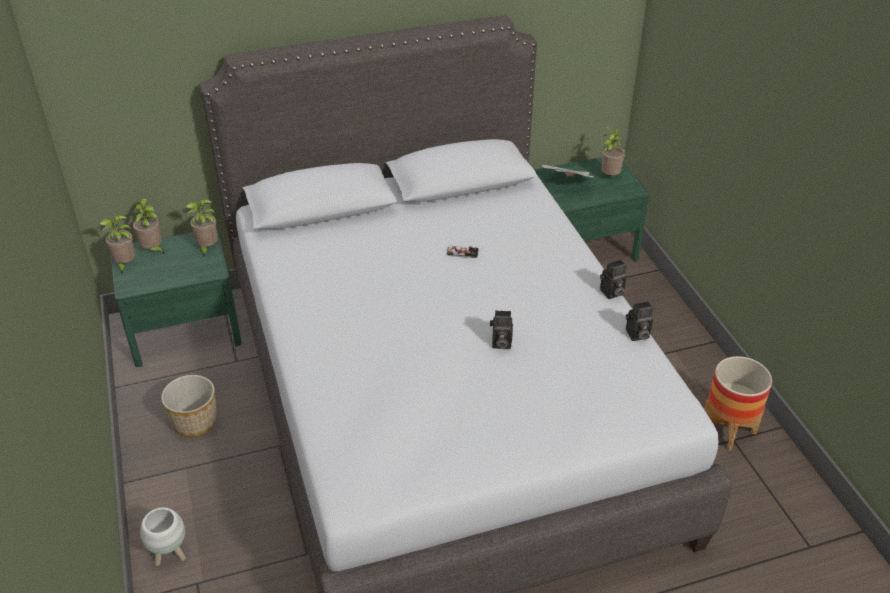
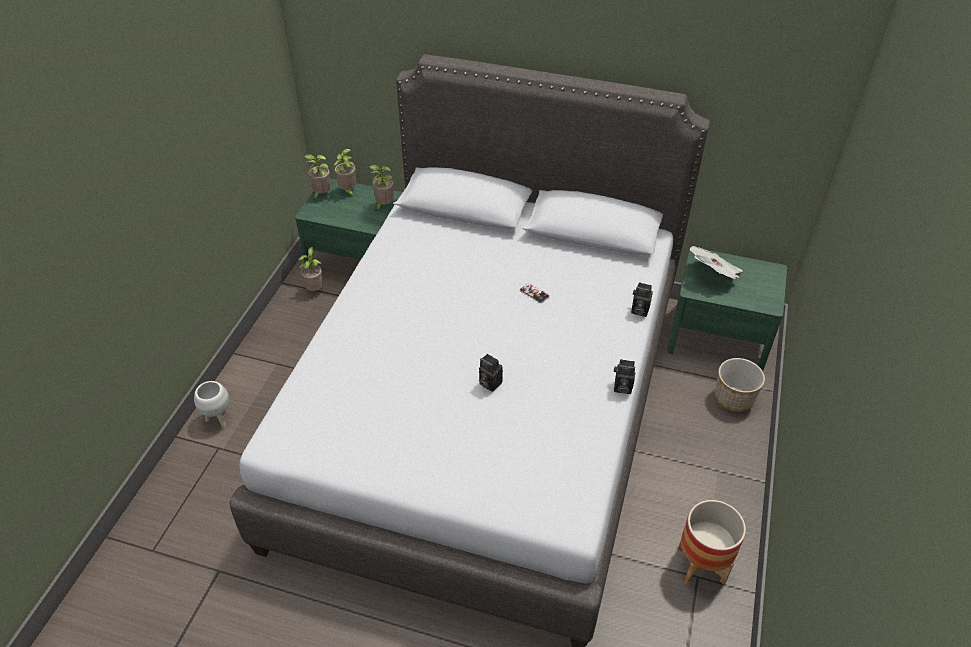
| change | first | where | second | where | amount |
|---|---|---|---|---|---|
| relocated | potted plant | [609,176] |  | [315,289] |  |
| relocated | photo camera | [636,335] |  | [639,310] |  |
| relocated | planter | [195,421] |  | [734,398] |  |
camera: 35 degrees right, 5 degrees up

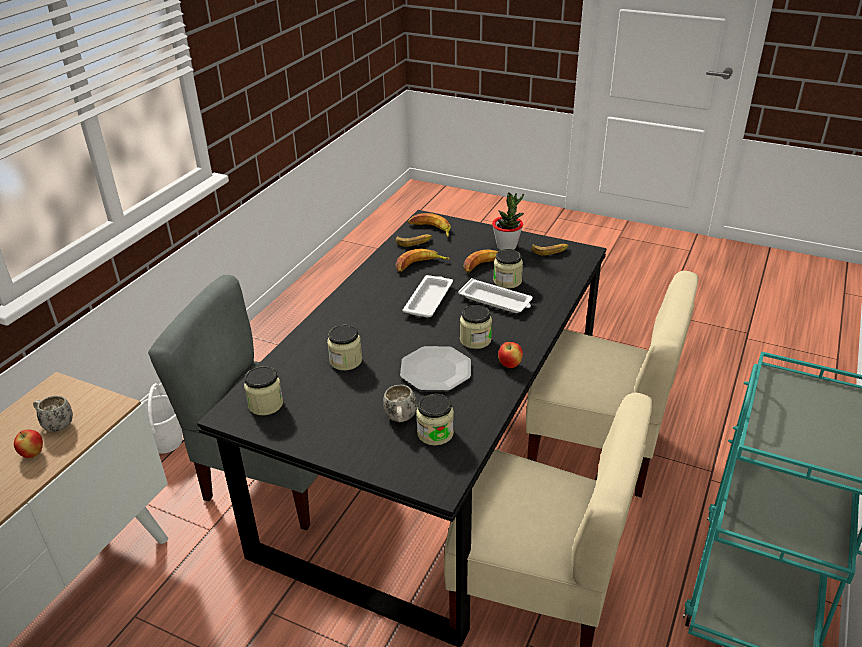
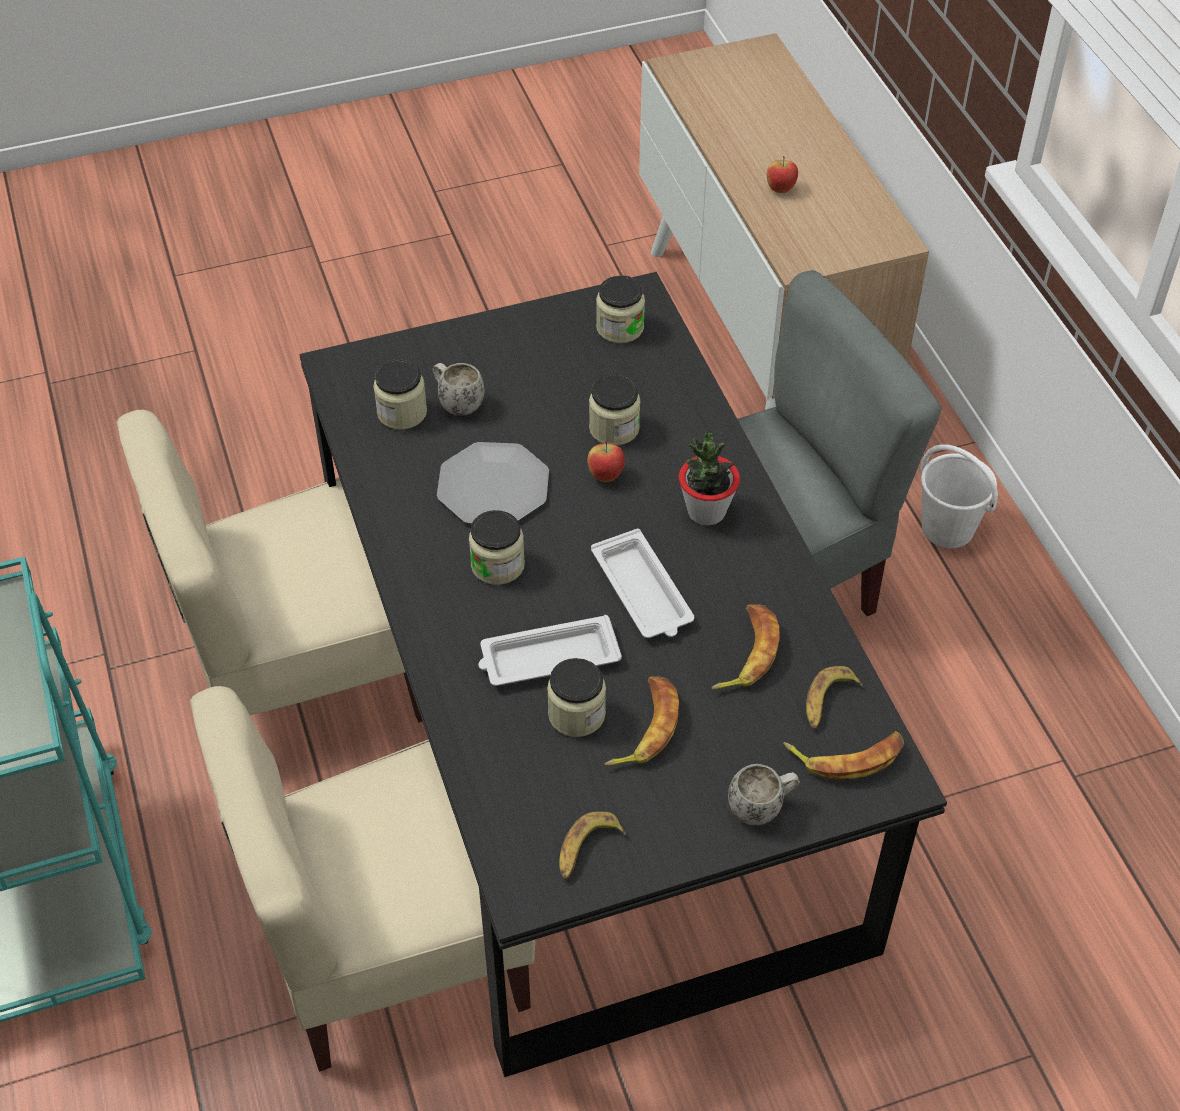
| change | first | where | second | where | amount |
|---|---|---|---|---|---|
| relocated | potted plant | [506,246] |  | [706,512] |  |
| relocated | apple | [510,365] |  | [606,476] |  |
| relocated | mug/white | [55,424] |  | [762,807] |  |
camera: 135 degrees right, 15 degrees up

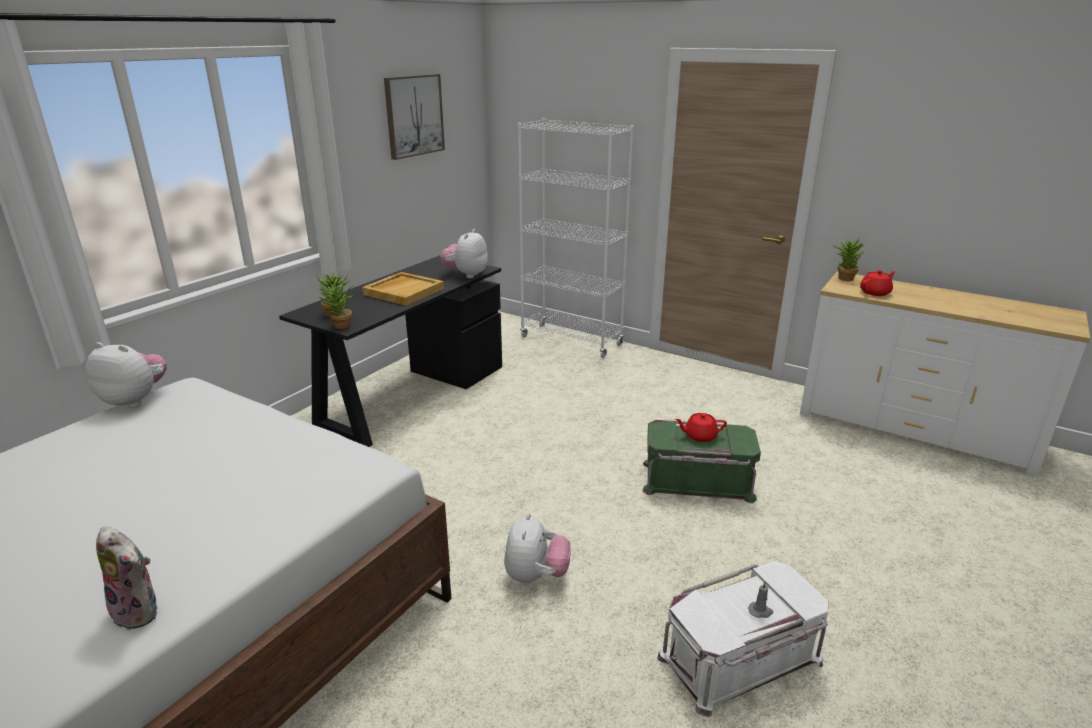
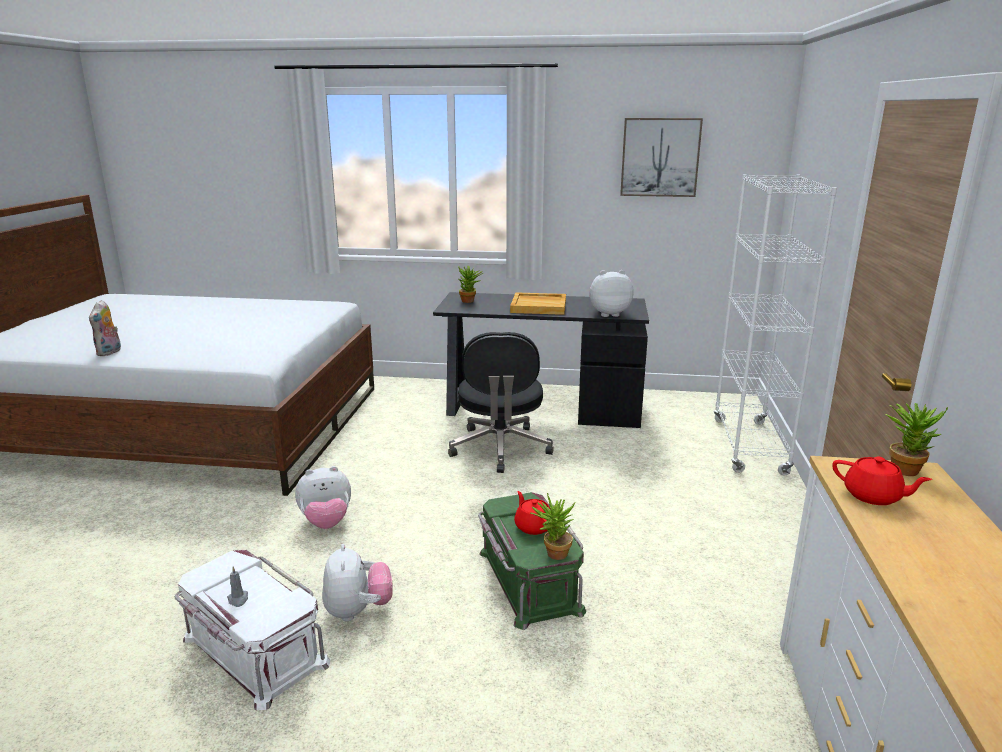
| change | first | where | second | where | amount |
|---|---|---|---|---|---|
| relocated | potted plant | [340,327] |  | [553,554] |  |
| relocated | plush toy | [135,400] |  | [358,611] |  |
| appeared |  |  | office chair/black | [500,449] |  |
camera: 65 degrees right, 5 degrees down

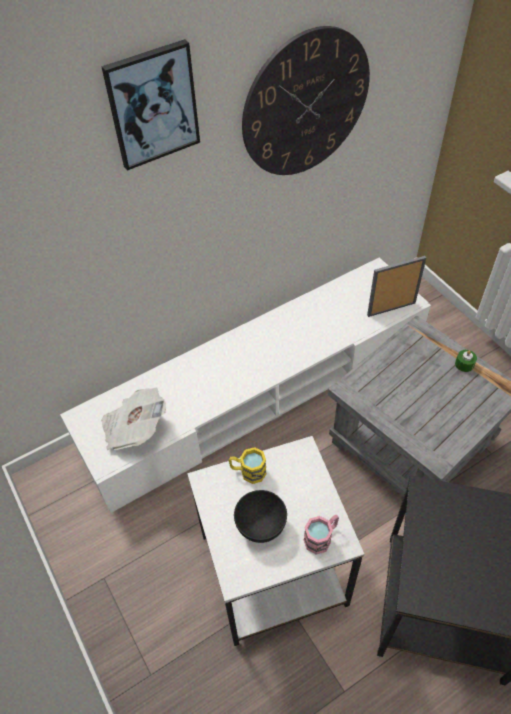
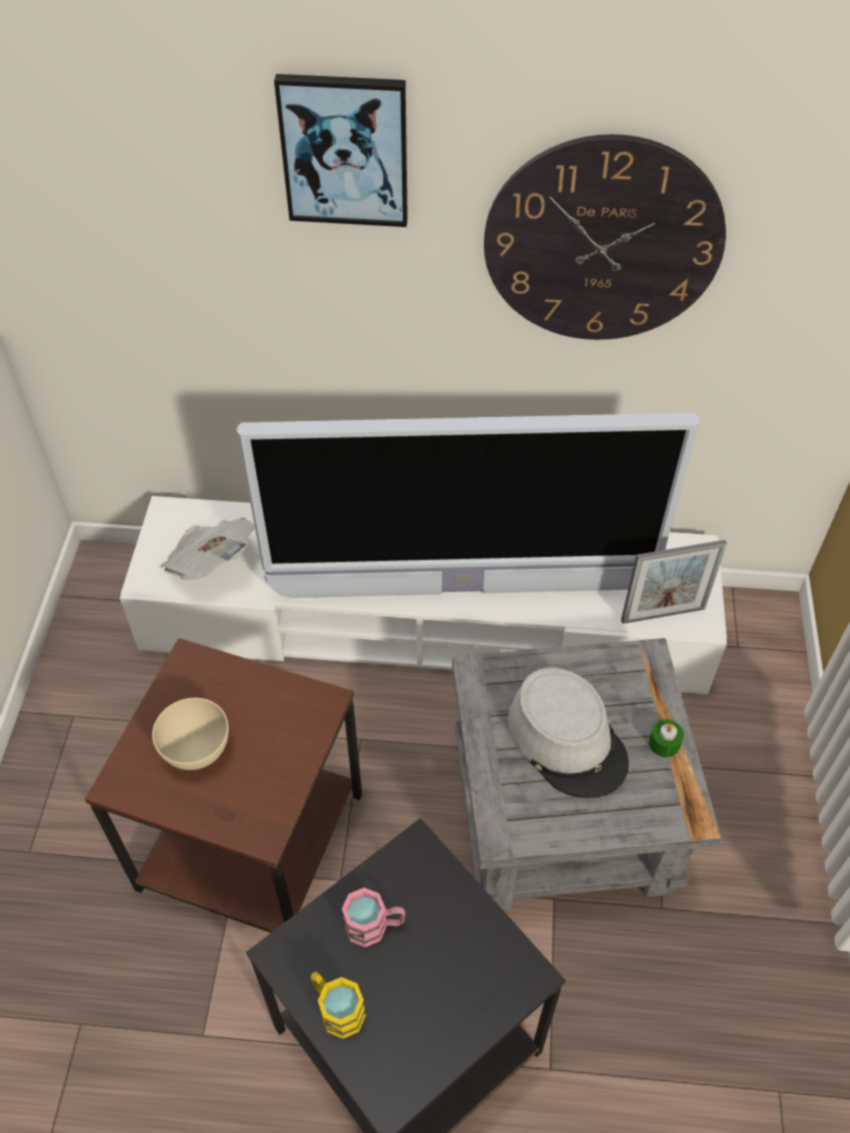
| change | first | where | second | where | amount |
|---|---|---|---|---|---|
| spun | picture frame | [391,309] |  | [663,614] | 150 degrees clockwise |
| colour | side table/white | [272,571] | side table/brown | [248,843] |  |
| relocated | mug/yellow | [248,472] |  | [336,1008] |  |
| colour | bowl/black | [261,526] | bowl/beige | [197,750] |  |
| relocated | mug/pink | [321,537] |  | [375,926] |  |
| appeared |  |  | television | [461,589] |  |
| appeared |  |  | hat/grey | [567,740] |  |
camera: 35 degrees right, 0 degrees up

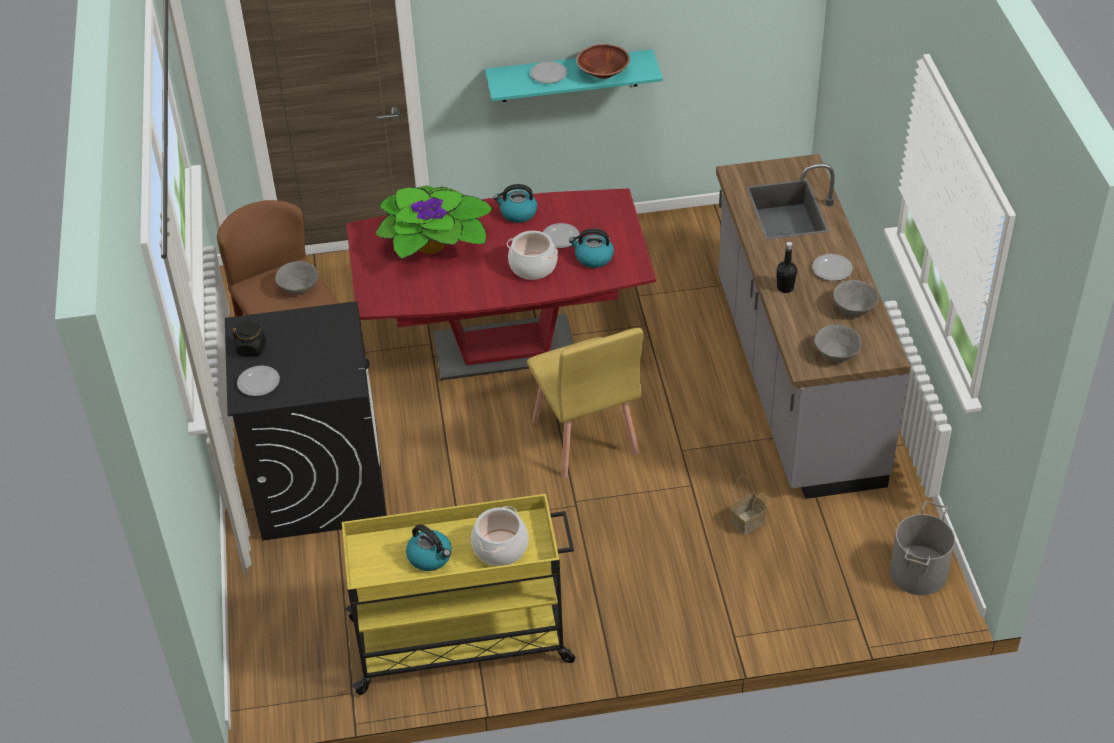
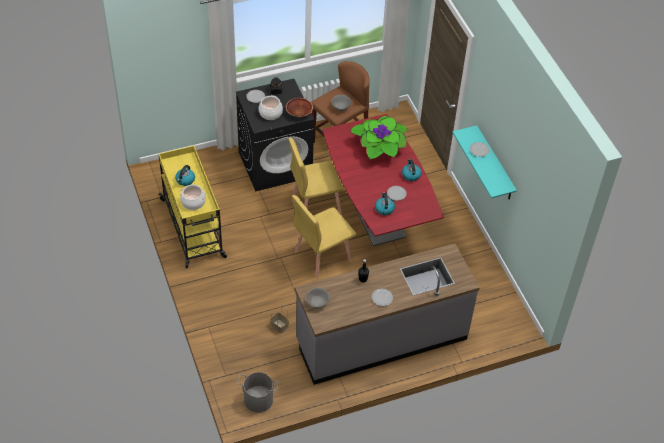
| change | first | where | second | where | amount |
|---|---|---|---|---|---|
| relocated | bowl/brown | [603,72] |  | [299,113] |  |
| relocated | cooking pot | [532,266] |  | [270,113] |  |
| missing | bowl/grey | [853,309] |  |  |  |
| appeared |  |  | chair/yellow | [316,205] |  |
camera: 75 degrees right, 5 degrees up

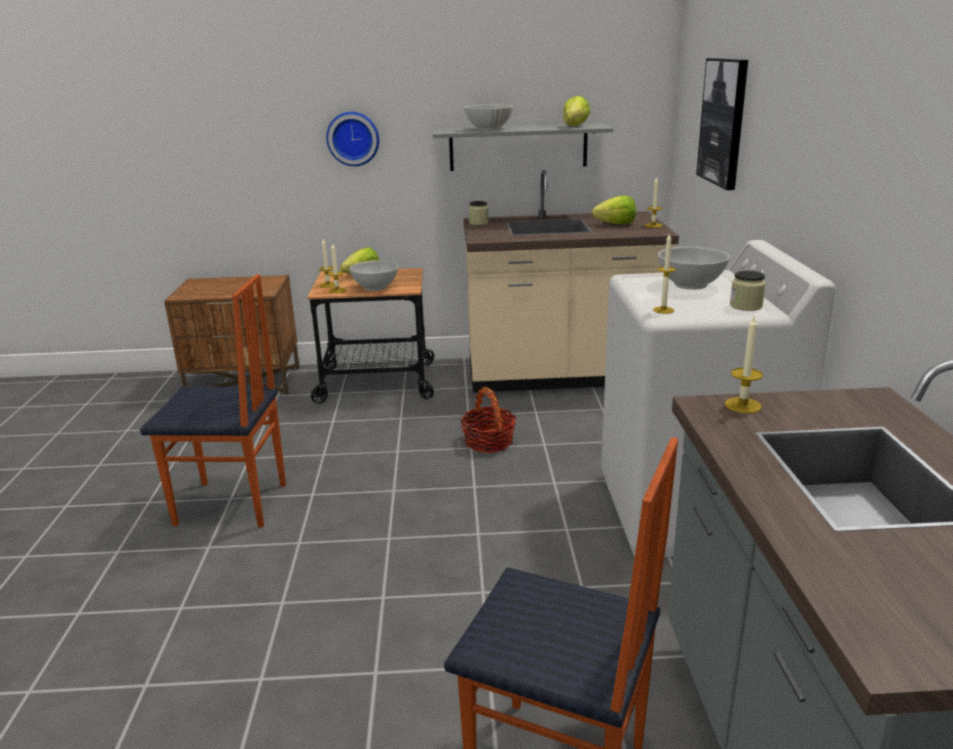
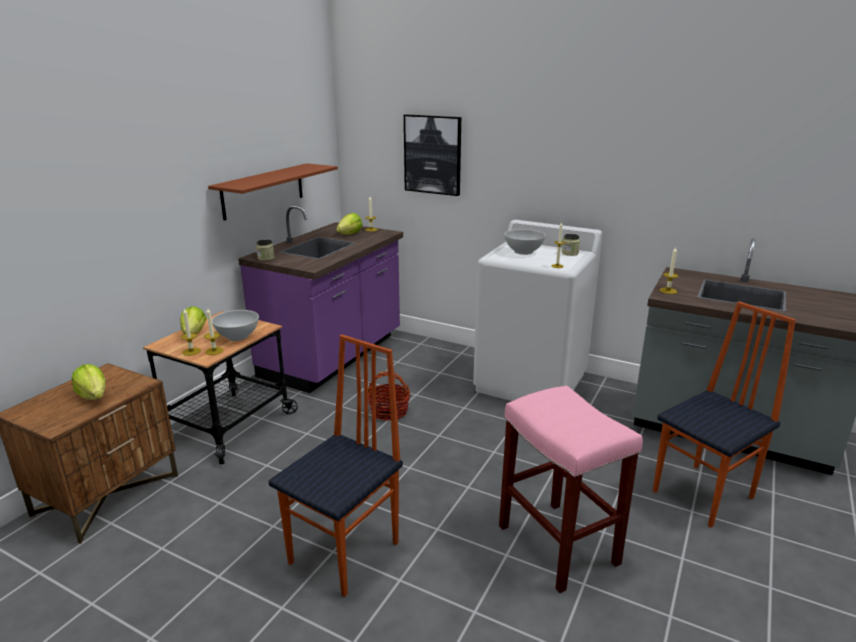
| change | first | where | second | where | amount |
|---|---|---|---|---|---|
| relocated | lettuce | [575,126] |  | [94,396] |  |
| missing | bowl/white | [488,129] |  |  |  |
| missing | wall clock | [353,138] |  |  |  |
| colour | shelf/grey | [518,147] | shelf/brown | [263,190] |  |
| colour | counter/beige | [561,375] | counter/purple | [334,356] |  |
| appeared |  |  | stool/pink | [556,544] |  |
camera: 60 degrees left, 0 degrees up

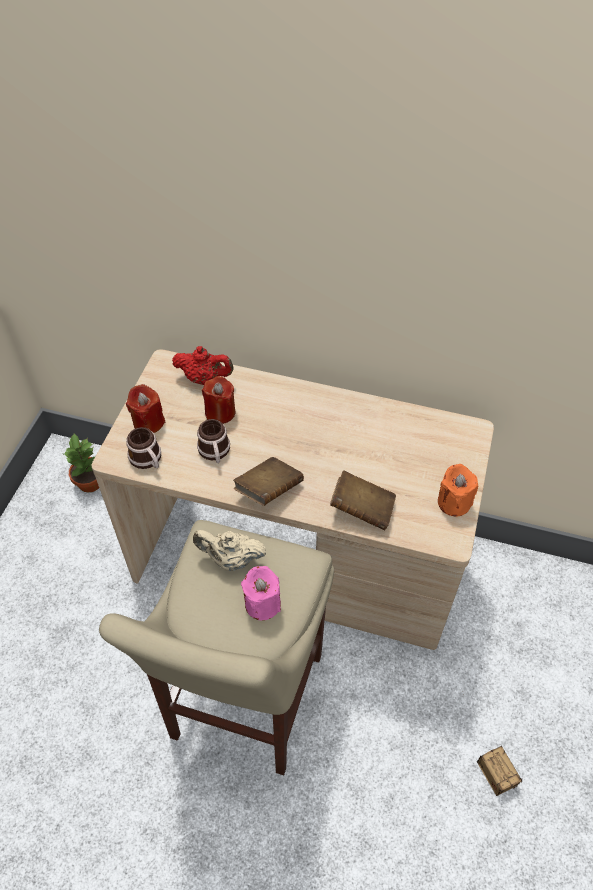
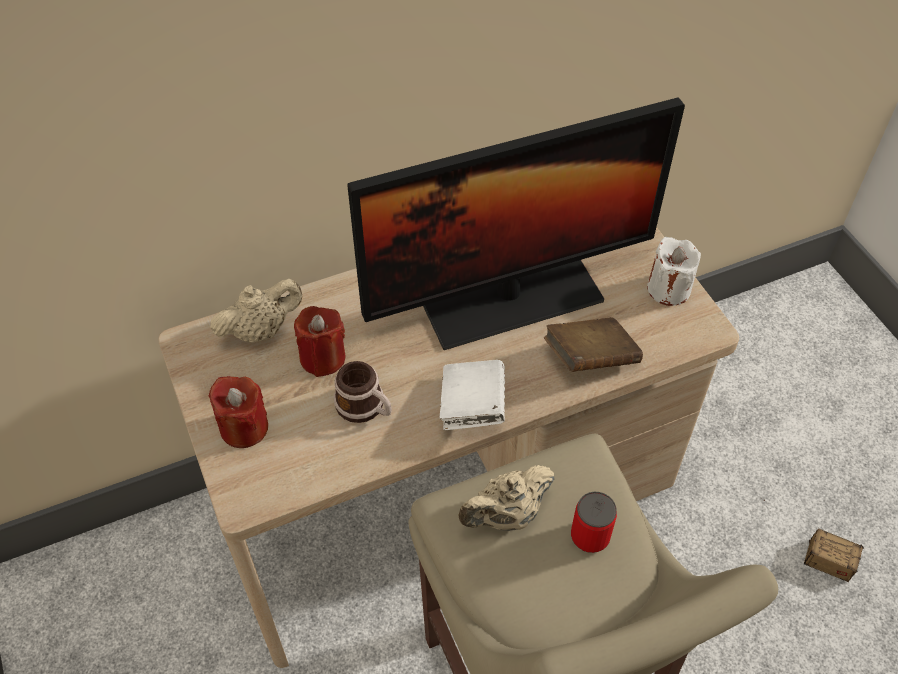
| change | first | where | second | where | amount |
|---|---|---|---|---|---|
| colour | teapot/red | [205,378] | teapot/beige | [261,330] |  |
| missing | mug | [148,460] |  |  |  |
| missing | potted plant | [90,483] |  |  |  |
| colour | book/brown | [268,490] | book/white | [472,407] |  |
| colour | candle/orange | [454,502] | candle/white | [668,289] |  |
| exchanged | candle/pink | [262,604] | can | [590,536] |  |
| appeared |  |  | monitor | [510,297] |  |
camera: 40 degrees left, 0 degrees up

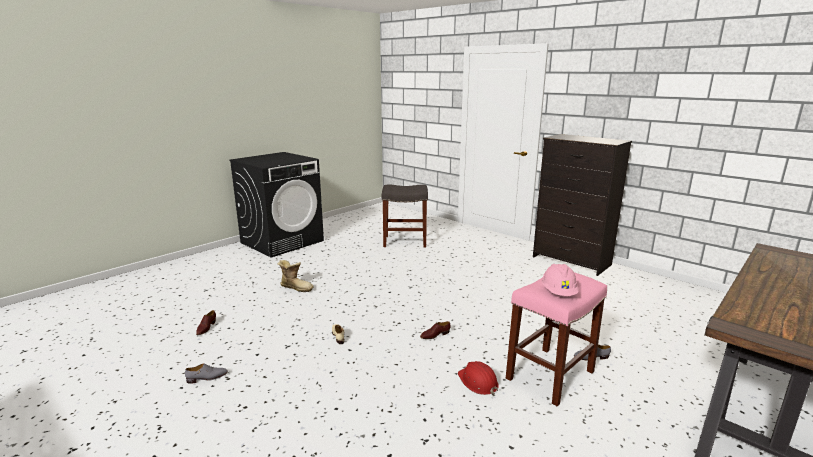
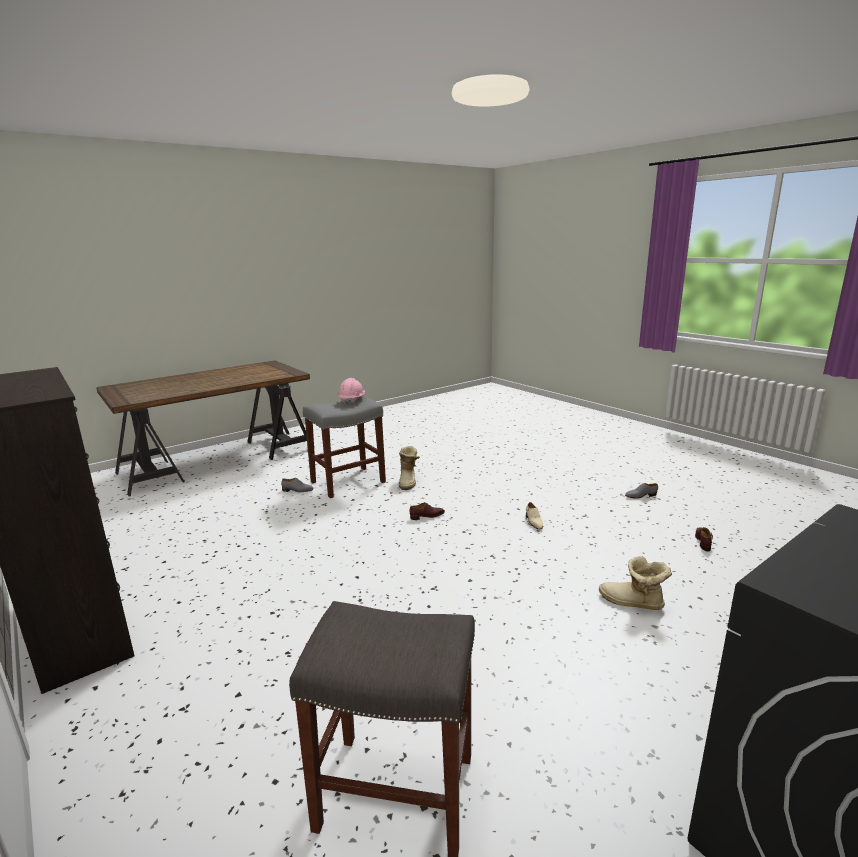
| change | first | where | second | where | amount |
|---|---|---|---|---|---|
| colour | stool/pink | [550,374] | stool/grey | [347,482] |  |
| exchanged | hard hat/red | [478,382] | boot | [409,481] |  |
camera: 170 degrees left, 0 degrees up

